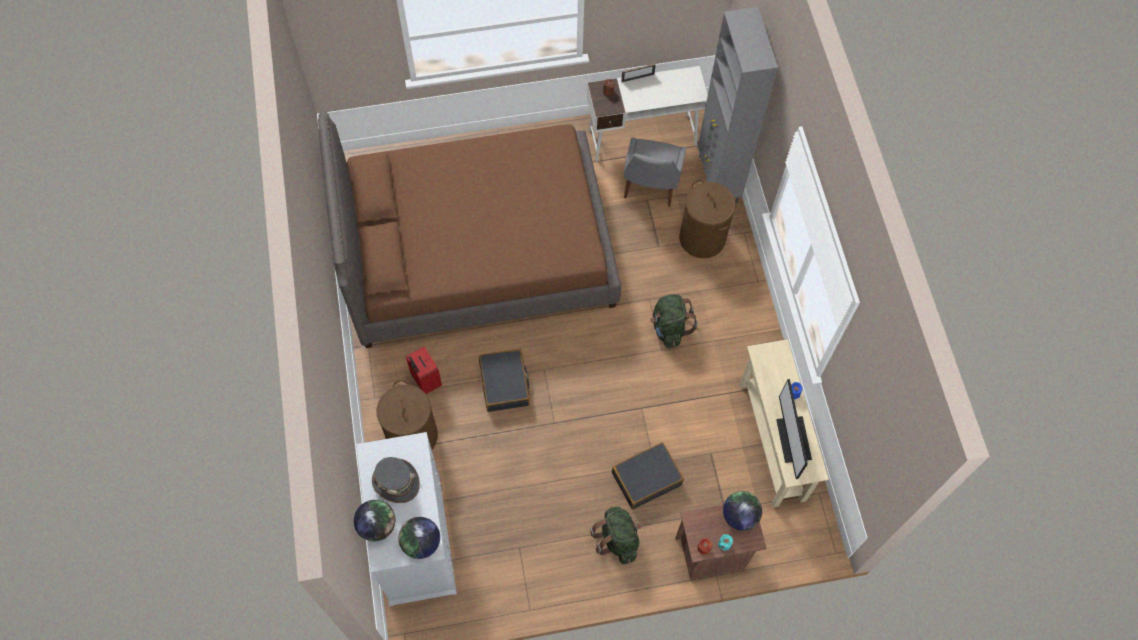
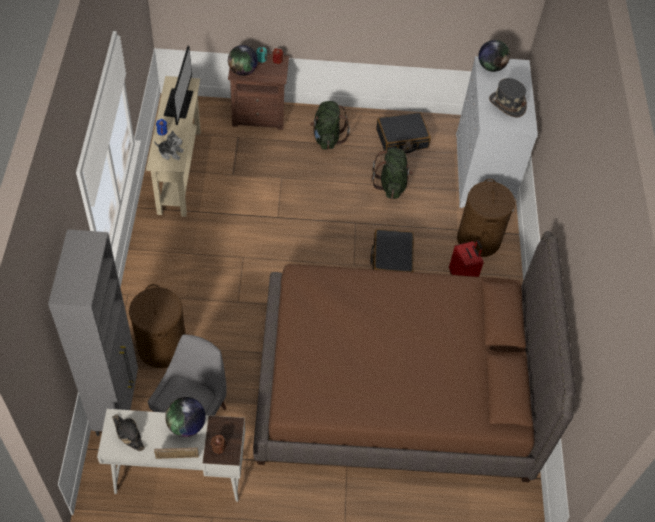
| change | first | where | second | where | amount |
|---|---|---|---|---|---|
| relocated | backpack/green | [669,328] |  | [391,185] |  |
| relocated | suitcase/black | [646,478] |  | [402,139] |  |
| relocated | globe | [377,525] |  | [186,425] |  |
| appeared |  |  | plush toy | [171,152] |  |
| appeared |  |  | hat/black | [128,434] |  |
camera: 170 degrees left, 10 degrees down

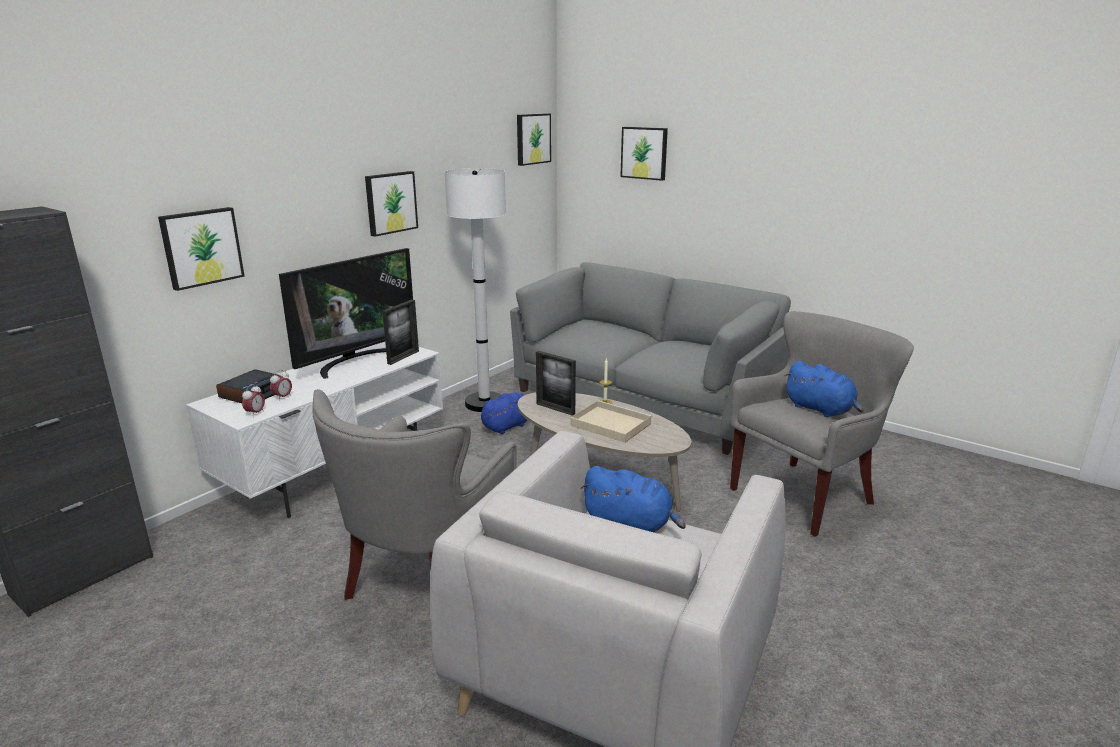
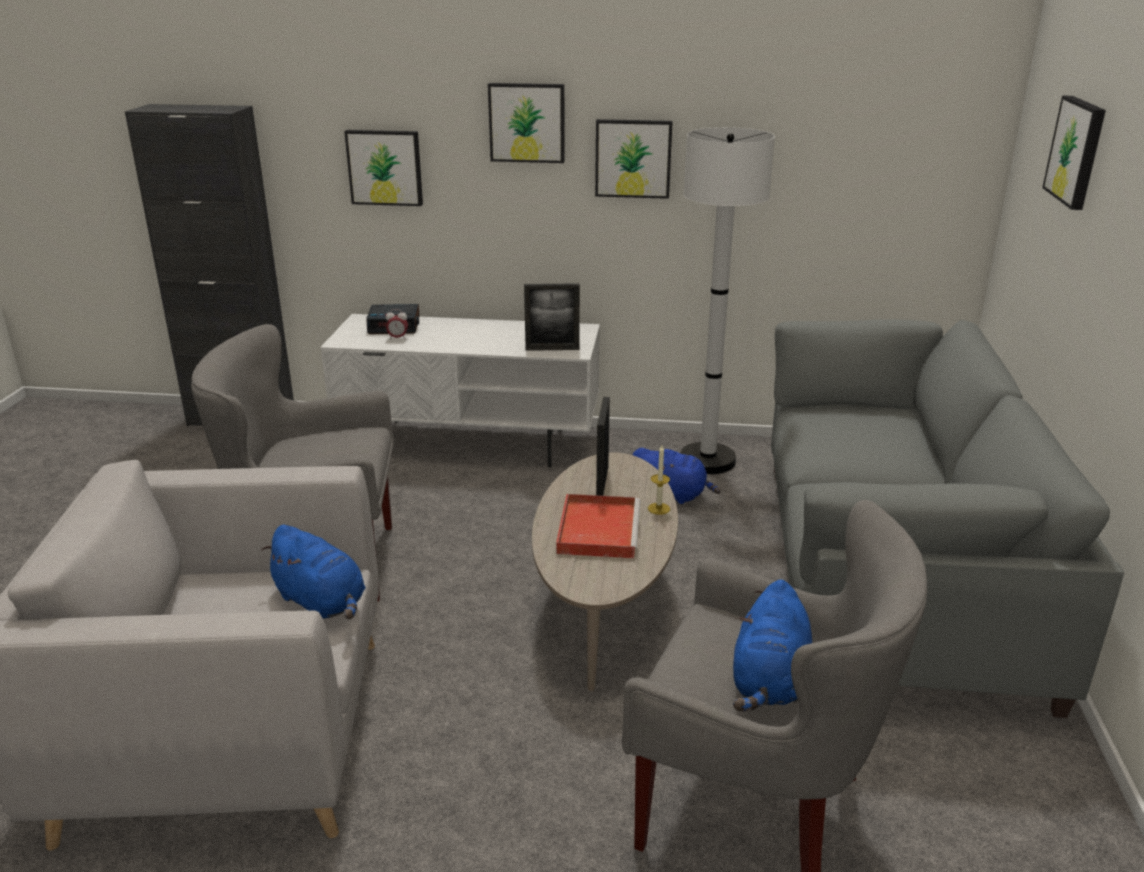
| change | first | where | second | where | amount |
|---|---|---|---|---|---|
| relocated | picture | [532,139] |  | [527,122] |  |
| missing | television | [356,361] |  |  |  |
| missing | alarm clock | [255,413] |  |  |  |
| colour | tray/beige | [609,424] | tray/red | [598,529] |  |
| spun | plush toy/blue | [630,524] |  | [322,602] | 45 degrees counterclockwise |
camera: 60 degrees right, 5 degrees up

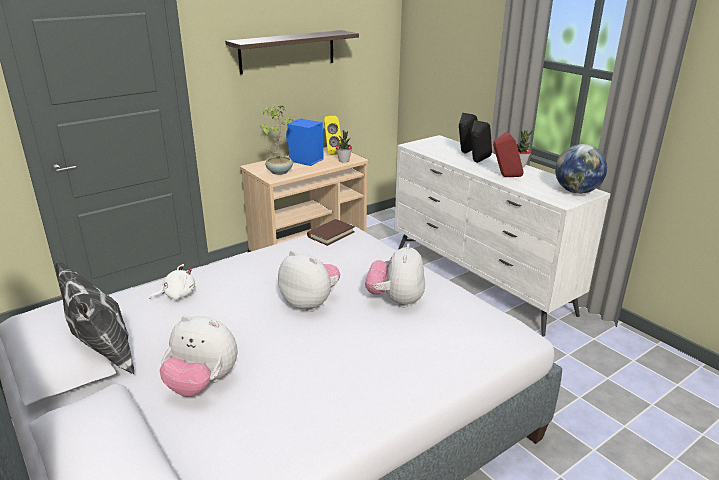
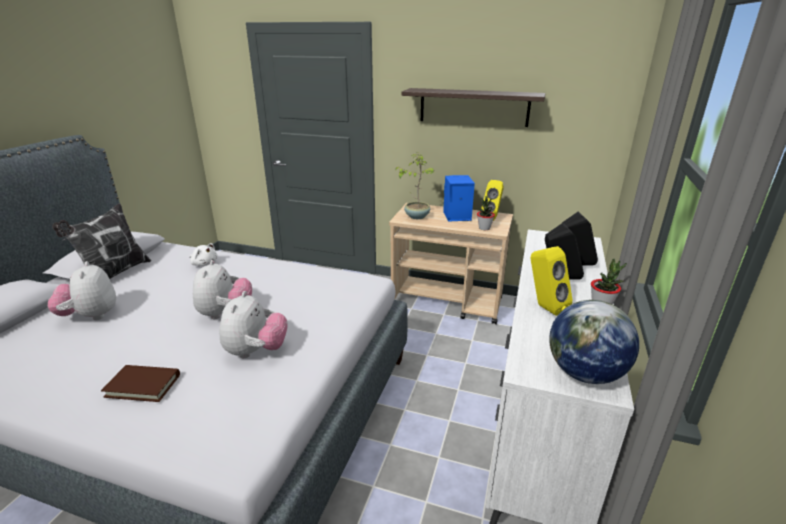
| change | first | where | second | where | amount |
|---|---|---|---|---|---|
| colour | speaker/red | [505,177] | speaker/yellow | [544,307] |  |
| relocated | book/brown | [331,234] |  | [143,385] |  |
| spun | plush toy | [396,300] |  | [256,351] | 120 degrees clockwise |
camera: 55 degrees right, 0 degrees up

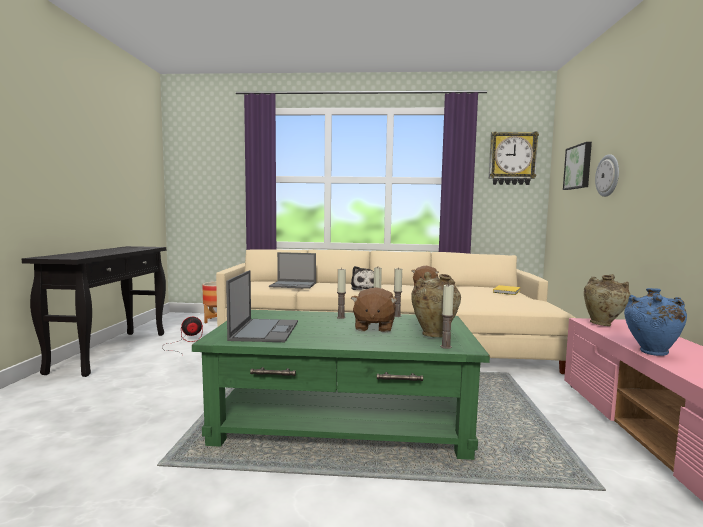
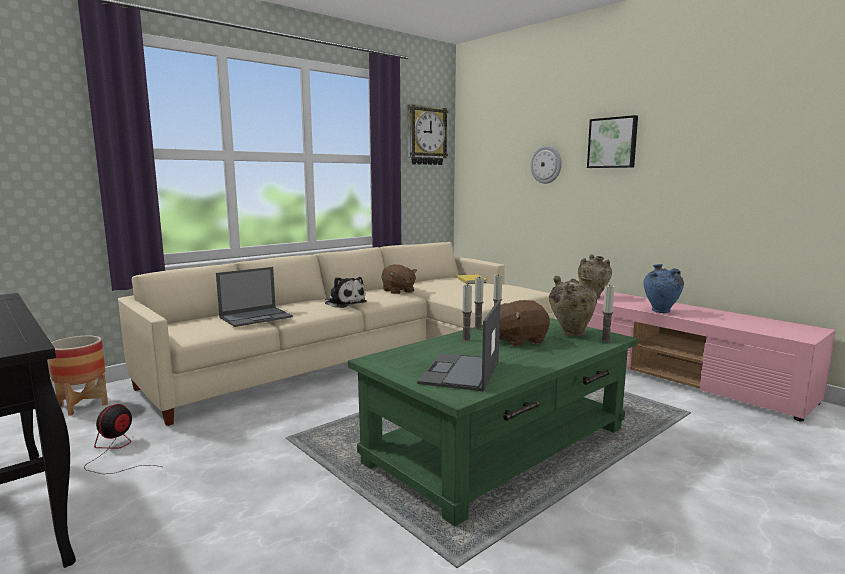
| change | first | where | second | where | amount |
|---|---|---|---|---|---|
| relocated | picture | [579,167] |  | [613,143] |  |
| spun | laptop | [265,330] |  | [460,372] | 120 degrees counterclockwise |
| spun | plush toy/brown | [373,327] |  | [518,340] | 105 degrees clockwise |
camera: 45 degrees left, 5 degrees up

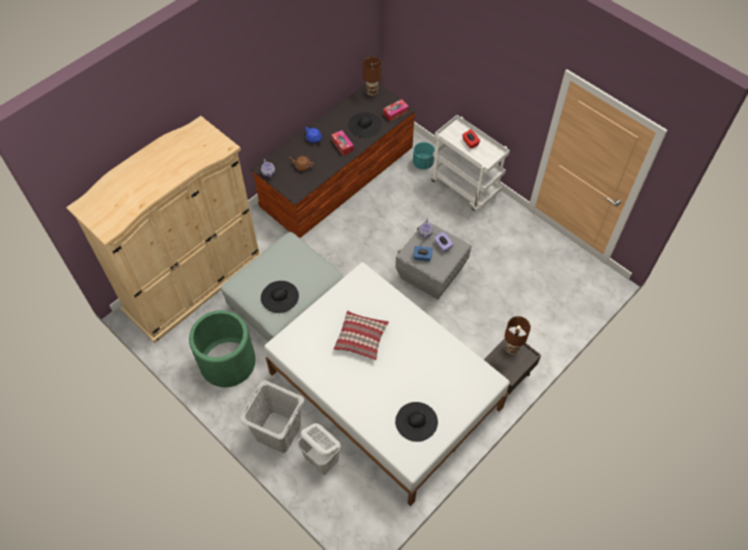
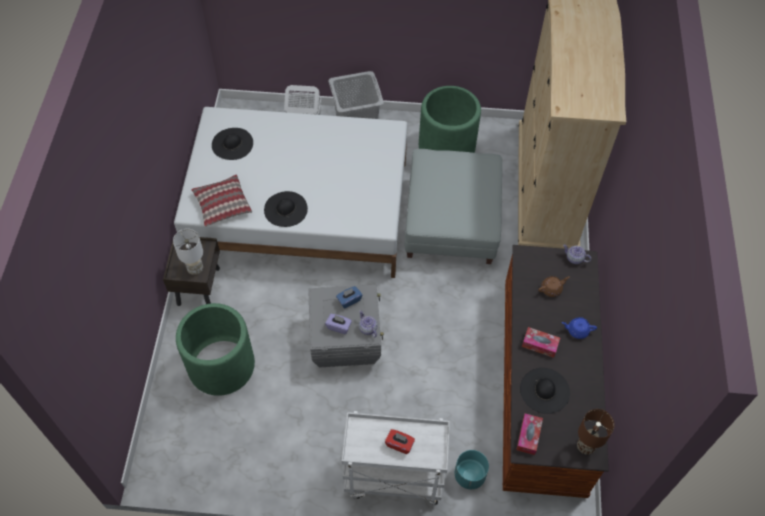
| change | first | where | second | where | amount |
|---|---|---|---|---|---|
| relocated | hat/black | [279,297] |  | [285,209] |  |
| relocated | pillow | [361,338] |  | [222,205] |  |
| colour | table lamp/brown | [512,348] | table lamp/white | [195,269] |  |
| appeared |  |  | planter/green | [221,366] |  |
camera: 140 degrees right, 0 degrees up

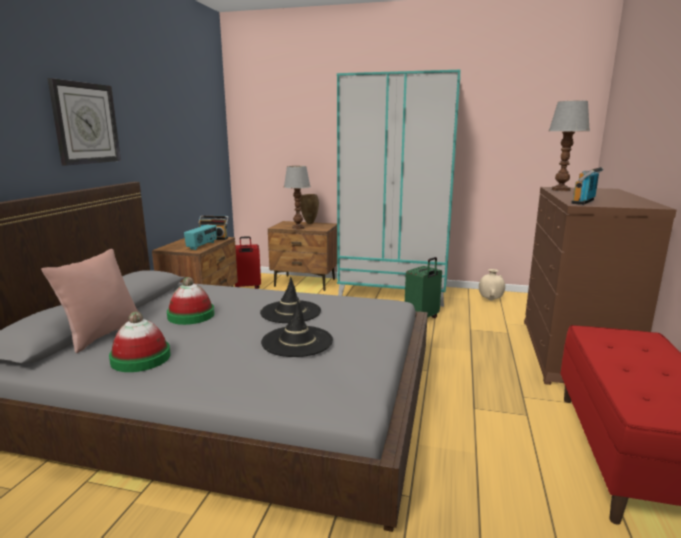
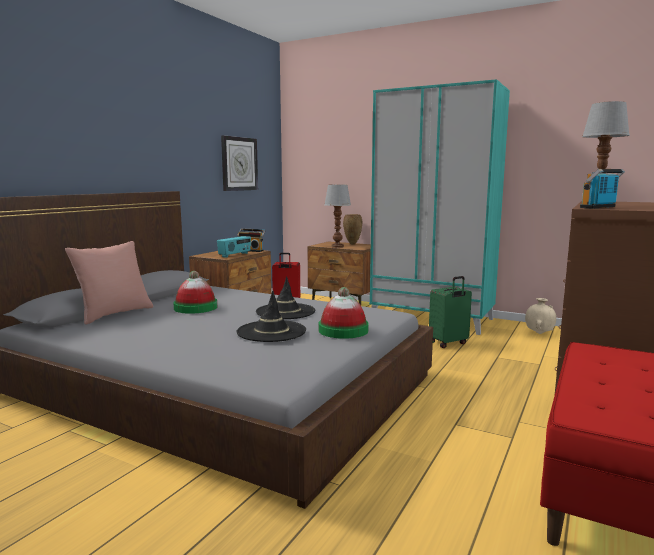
| change | first | where | second | where | amount |
|---|---|---|---|---|---|
| relocated | wall clock | [85,123] |  | [239,164] |  |
| relocated | hat | [141,358] |  | [343,330] |  |
camera: 15 degrees right, 5 degrees down

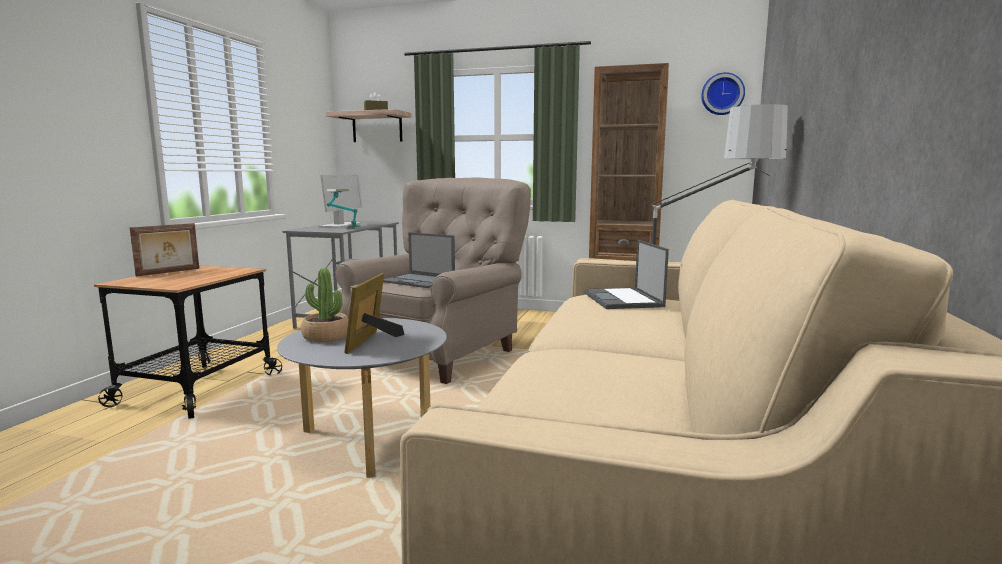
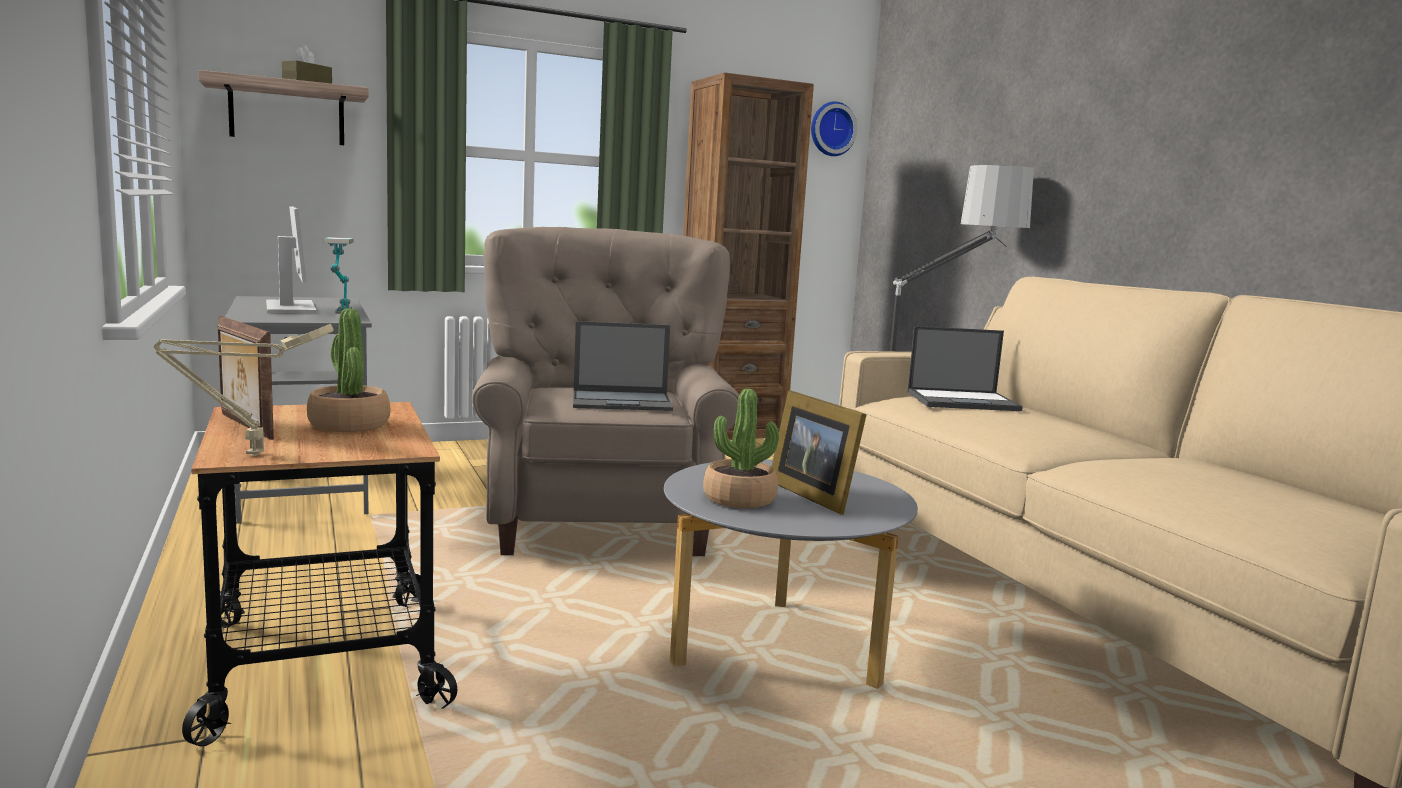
| change | first | where | second | where | amount |
|---|---|---|---|---|---|
| spun | picture frame | [169,272] |  | [244,426] | 135 degrees clockwise |
| spun | laptop | [623,299] |  | [963,401] | 45 degrees counterclockwise |
| appeared |  |  | potted plant | [349,425] |  |
| appeared |  |  | table lamp/beige | [249,454] |  |
camera: 40 degrees left, 0 degrees up

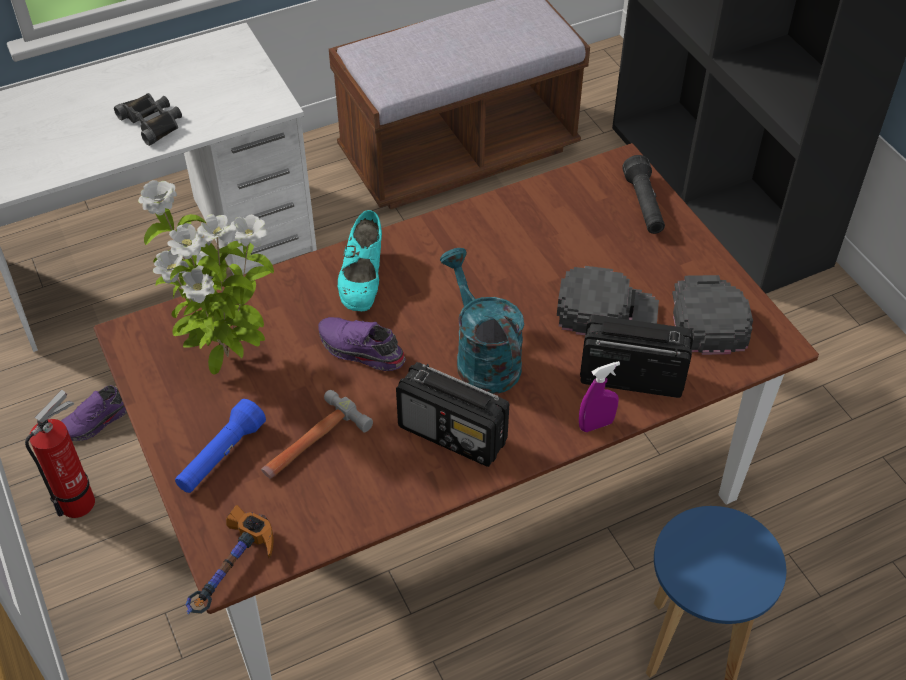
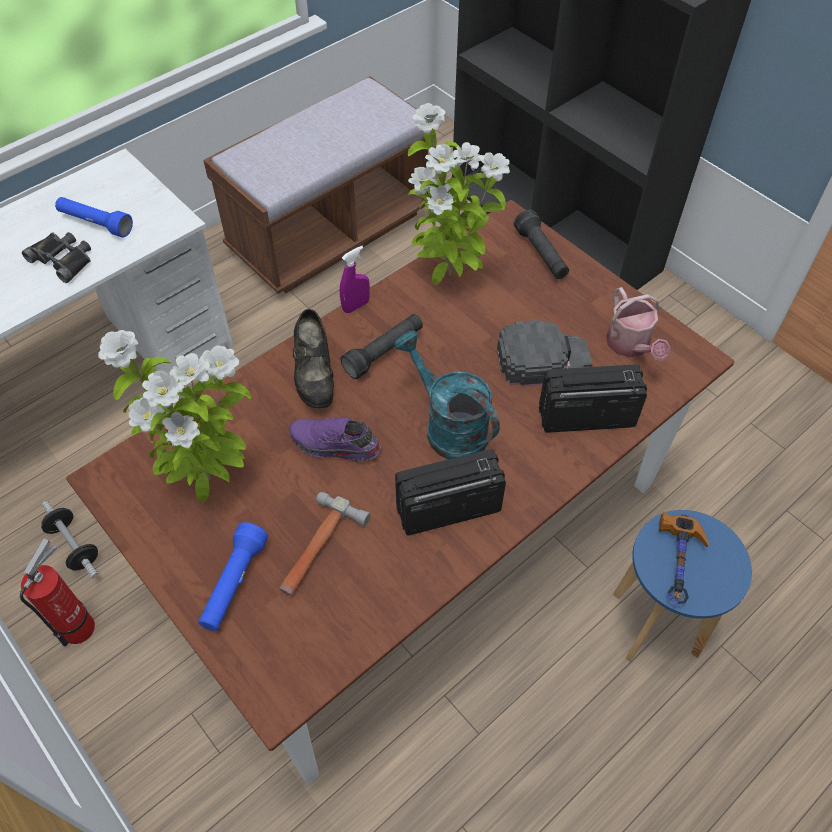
| change | first | where | second | where | amount |
|---|---|---|---|---|---|
| colour | shoe/turquoise | [362,281] | shoe/black | [314,376] |  |
| exchanged | cap/black | [707,317] | watering can | [631,346] |  |
| relocated | spray bottle/purple | [596,424] |  | [356,306] |  |
| spun | radio | [453,434] |  | [447,509] | 150 degrees clockwise |
| exchanged | shoe/purple | [96,422] | dumbbell | [74,546] |  |
| relocated | hammer | [230,573] |  | [678,566] |  |
| appeared |  |  | potted plant | [448,277] |  |
| appeared |  |  | flashlight/blue | [96,223] |  |
| appeared |  |  | flashlight/black | [384,352] |  |
camera: 15 degrees left, 5 degrees up

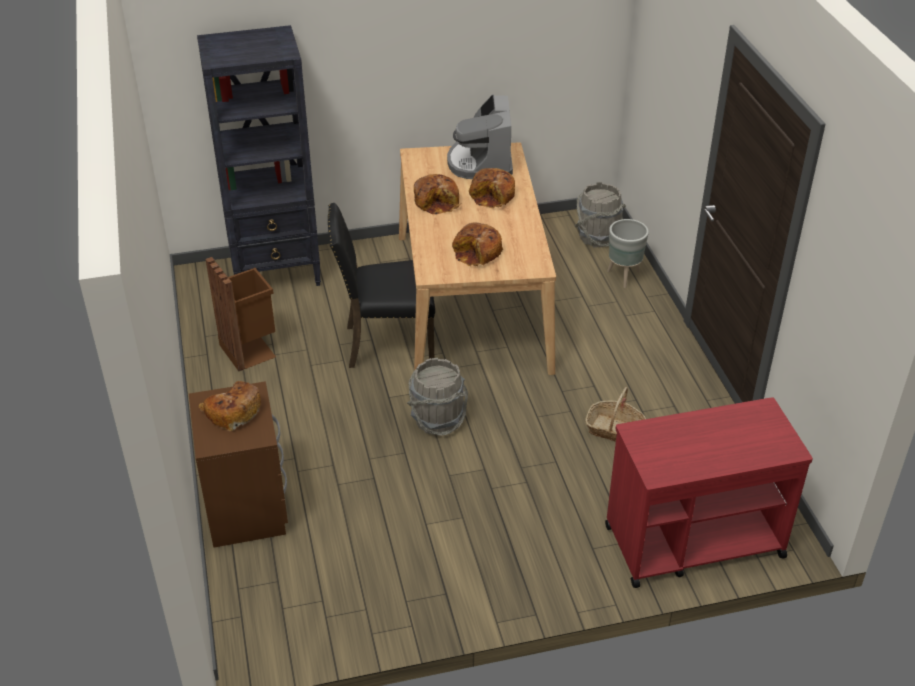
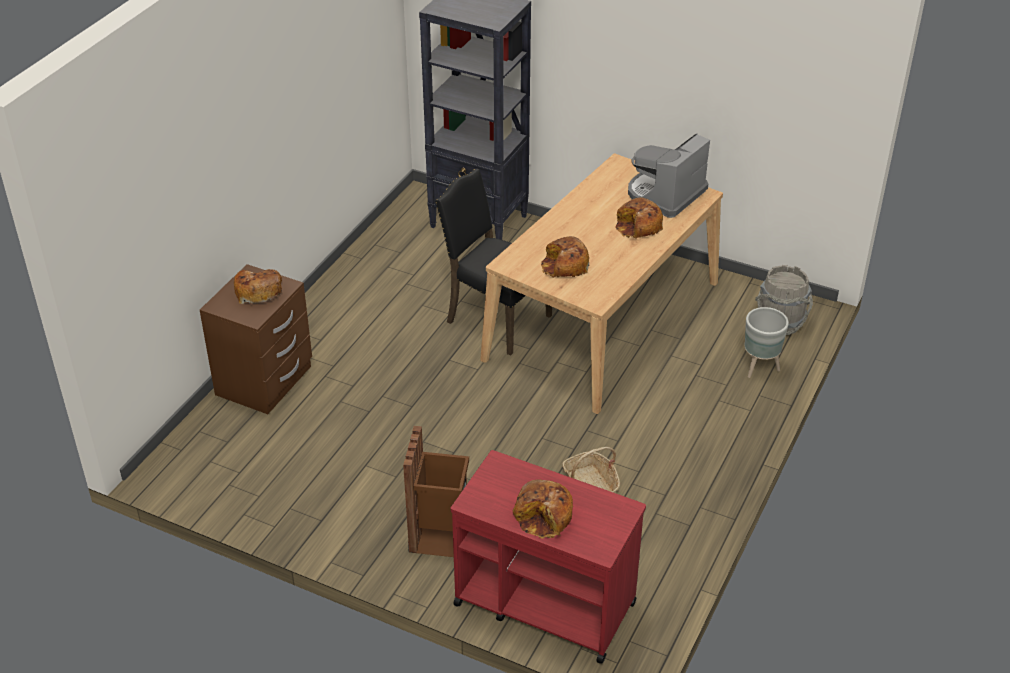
| change | first | where | second | where | amount |
|---|---|---|---|---|---|
| relocated | bread | [437,201] |  | [544,516] |  |
| relocated | trash can/brown | [250,349] |  | [439,534] |  |
| missing | bucket/grey | [437,420] |  |  |  |
camera: 40 degrees right, 0 degrees up

